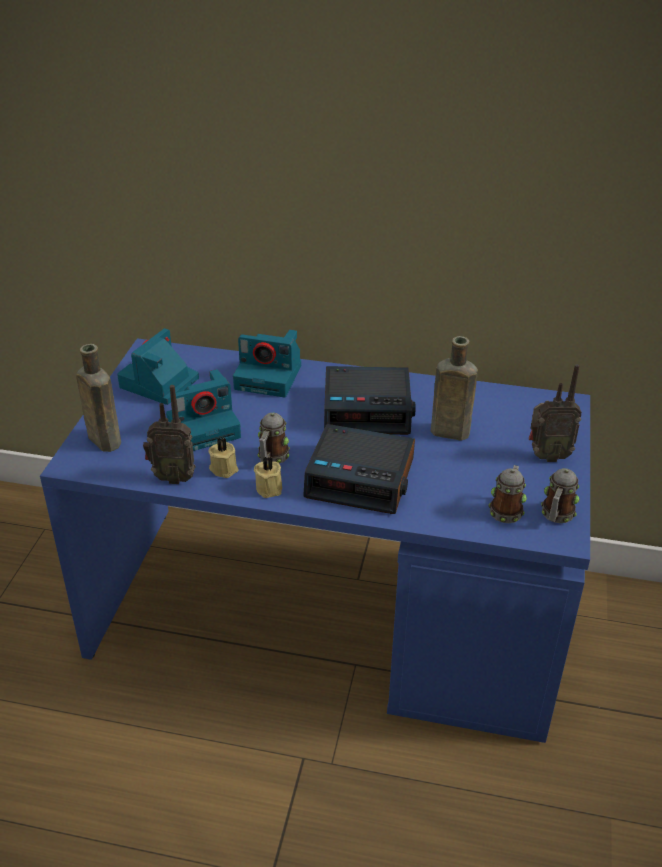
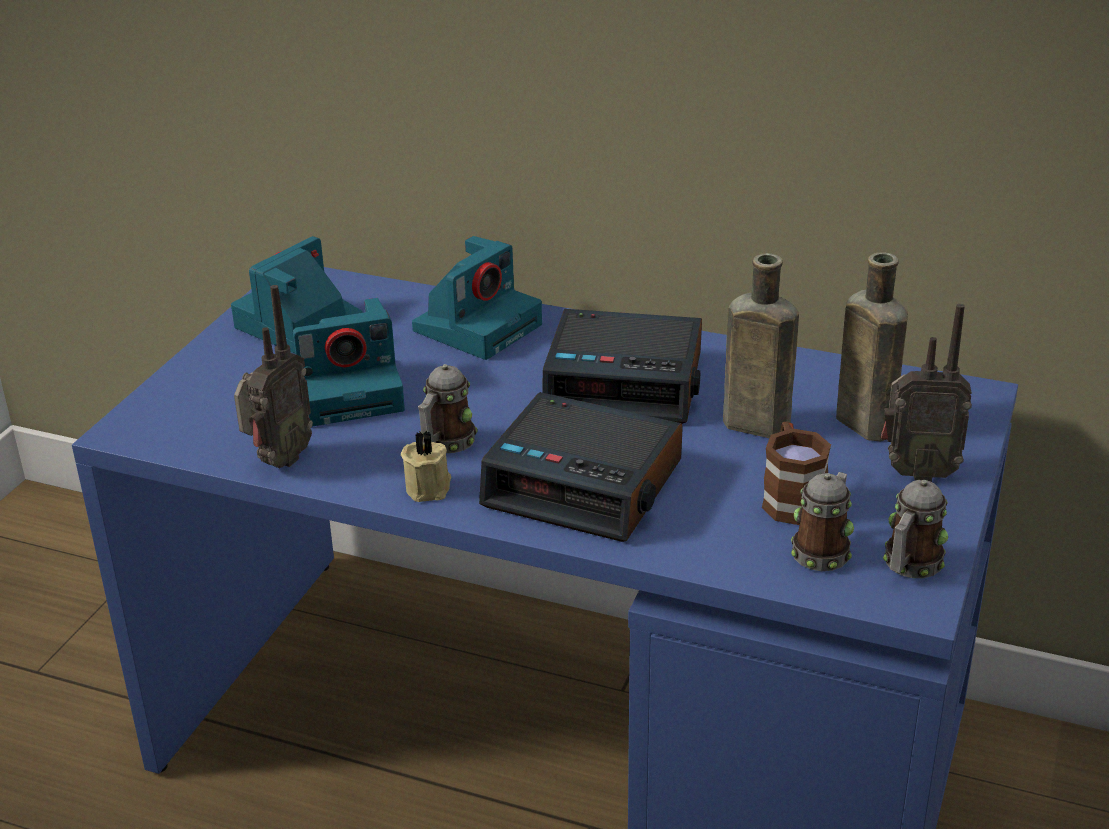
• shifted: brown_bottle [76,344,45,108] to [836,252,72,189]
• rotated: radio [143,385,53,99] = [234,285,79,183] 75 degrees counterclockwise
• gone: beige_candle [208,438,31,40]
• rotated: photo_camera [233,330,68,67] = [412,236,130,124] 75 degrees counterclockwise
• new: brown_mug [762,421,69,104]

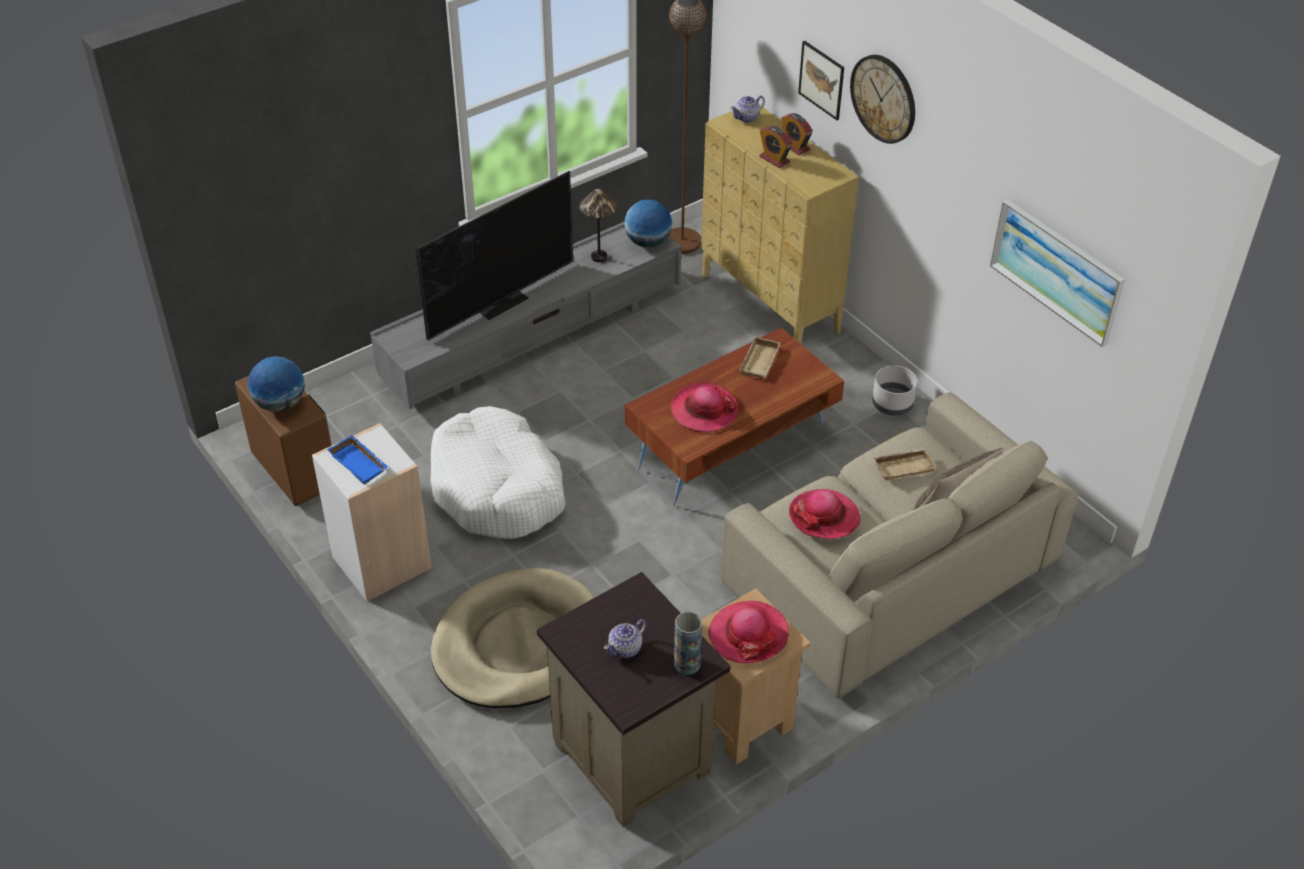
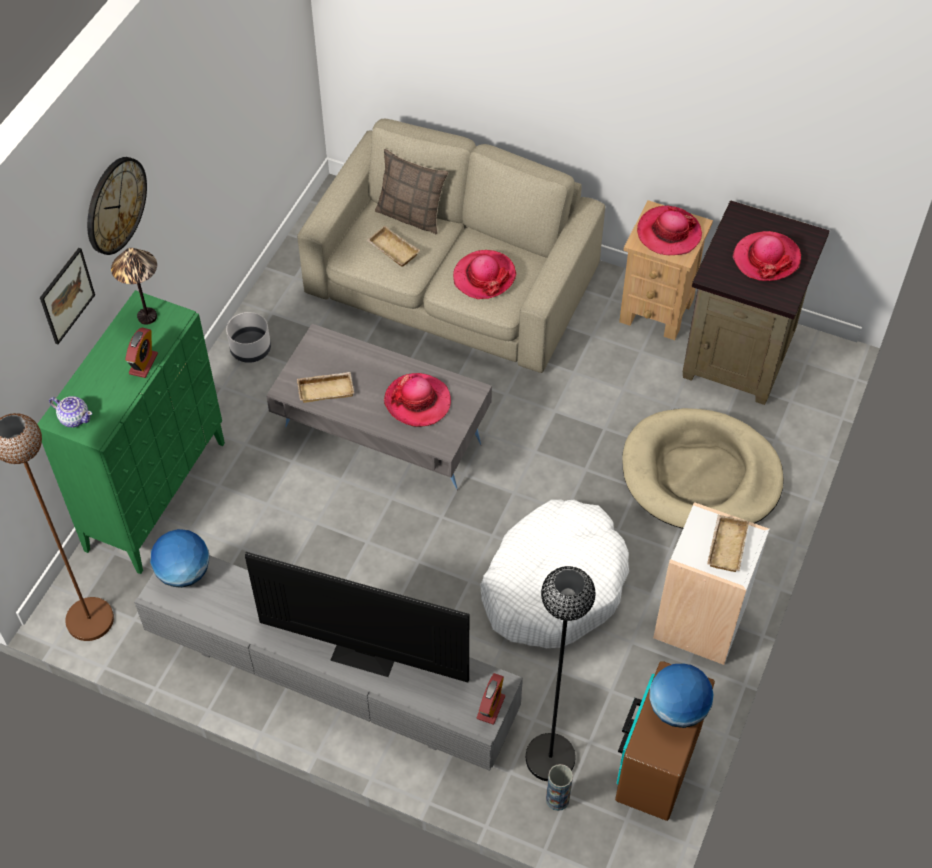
• repainted: blue_tray [327,435,61,50] to beige_tray [707,515,42,57]
• shifted: table_lamp [579,189,38,73] to [111,248,46,77]
• swapped: teapot [604,619,42,39] to hat [733,231,68,50]
• repainted: brown_coffee_table [625,328,219,179] to grey_coffee_table [266,324,226,167]
• shifted: vase [674,611,28,64] to [546,764,27,47]
• repainted: beige_dresser [701,105,158,239] to green_dresser [37,290,188,284]
• shifted: alarm_clock [782,113,31,42] to [477,673,28,52]
• gone: picture [990,199,135,148]
• new: black_floor_lamp [526,566,69,215]

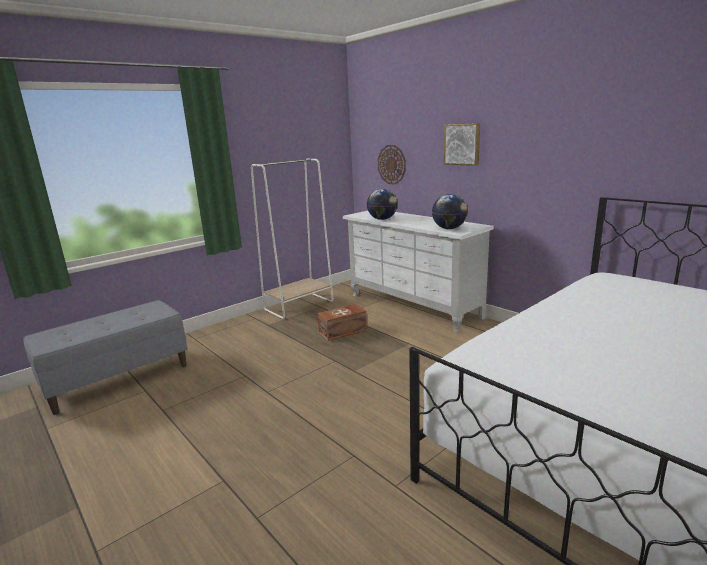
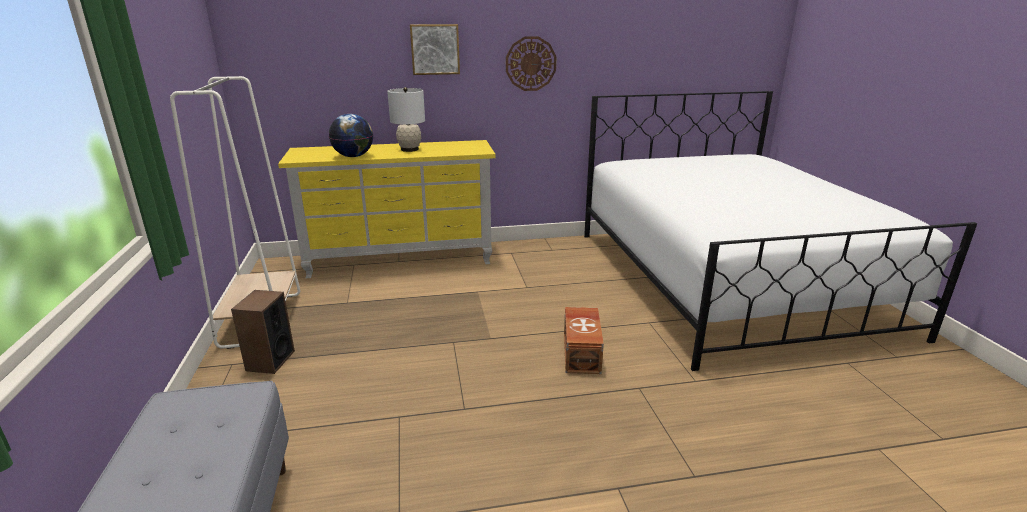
• shifted: brown_storage_box [317,304,50,37] to [564,307,40,67]
• repainted: white_dresser [343,211,151,121] to yellow_dresser [278,140,218,139]
• shifted: wall_clock [378,145,28,40] to [506,36,51,55]
• gone: globe [432,194,35,35]
• new: speaker [231,290,64,84]
• new: white_table_lamp [387,87,38,65]

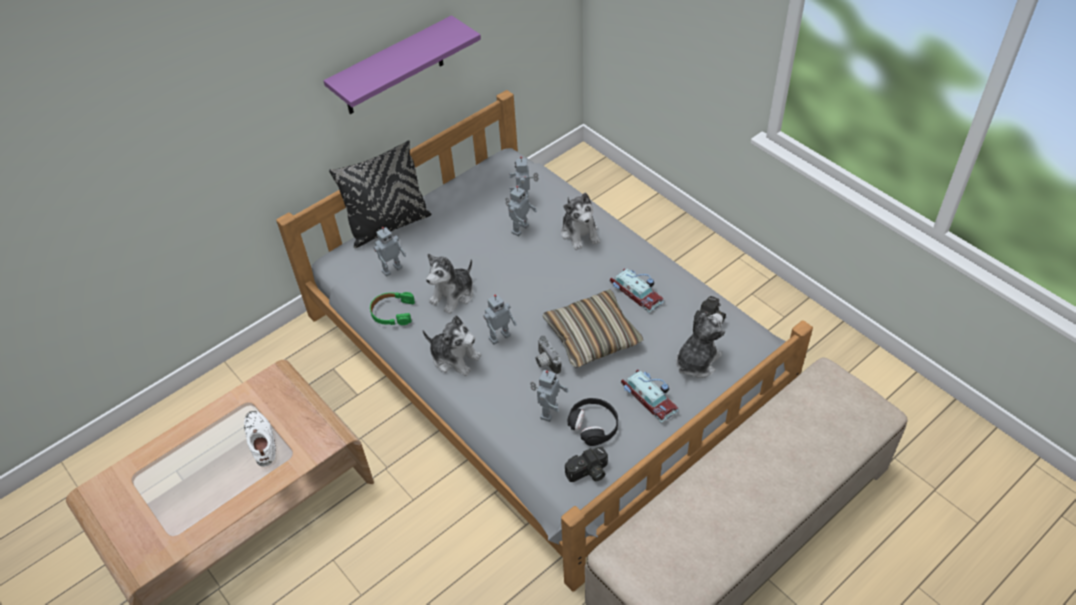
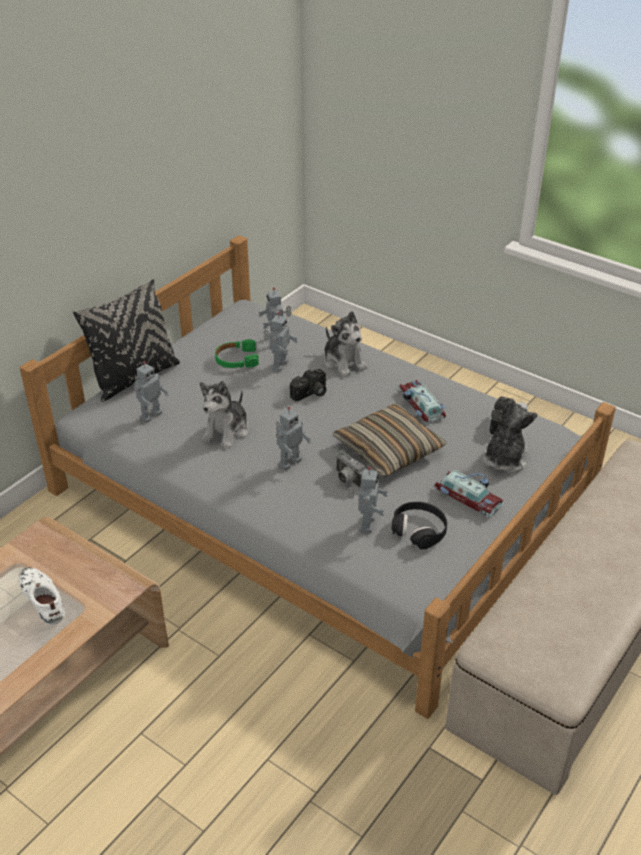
• gone: purple_shelf [323,15,158,99]
• shifted: green_headphones [370,292,45,33] to [215,339,44,29]
• gone: plush_toy [423,315,58,61]
• shifted: photo_camera [565,447,43,35] to [290,369,37,32]
• rotated: toy_car [609,268,55,45] = [399,380,47,44] 150 degrees counterclockwise

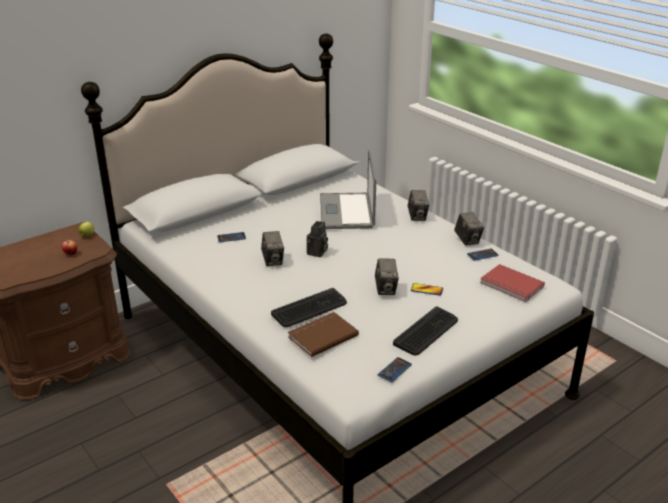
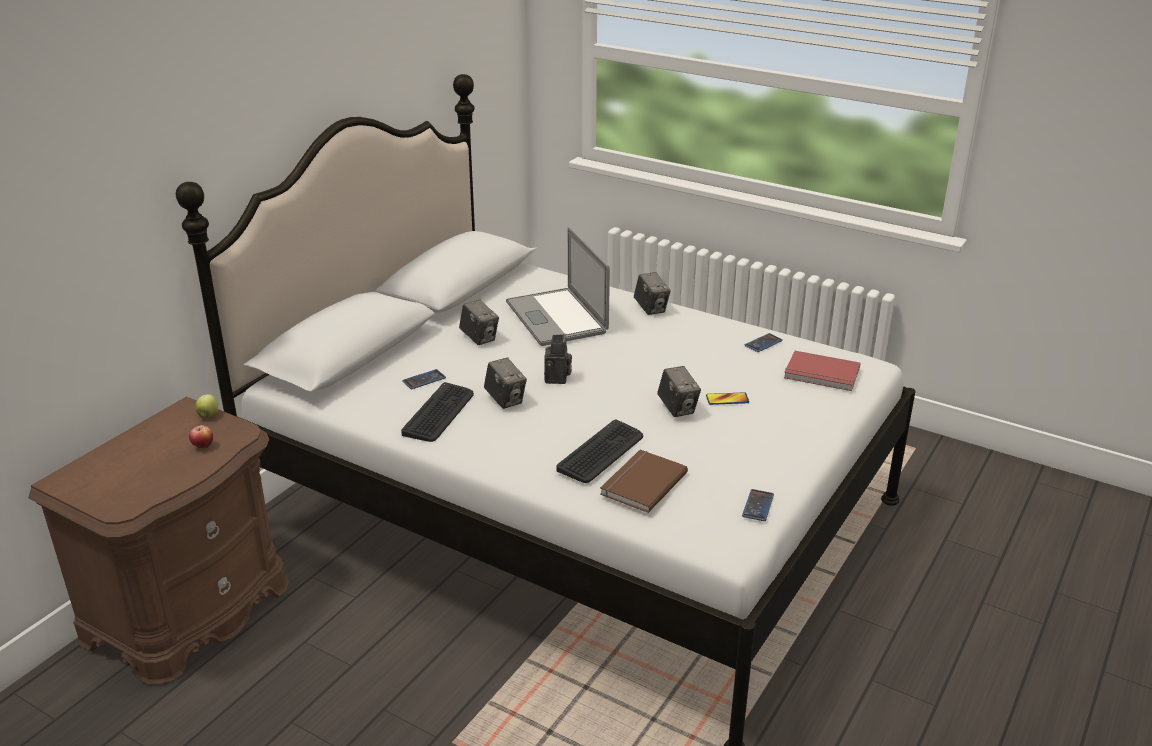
• shifted: keyboard [393,306,65,50] to [401,382,73,60]
• shifted: photo_camera [454,212,30,34] to [459,300,40,45]

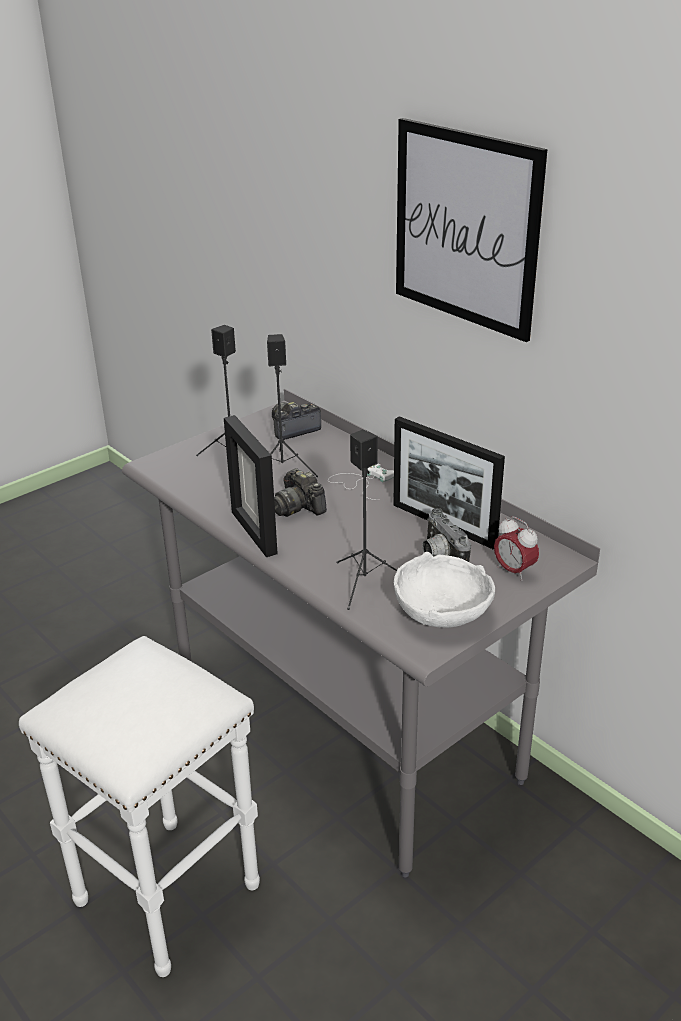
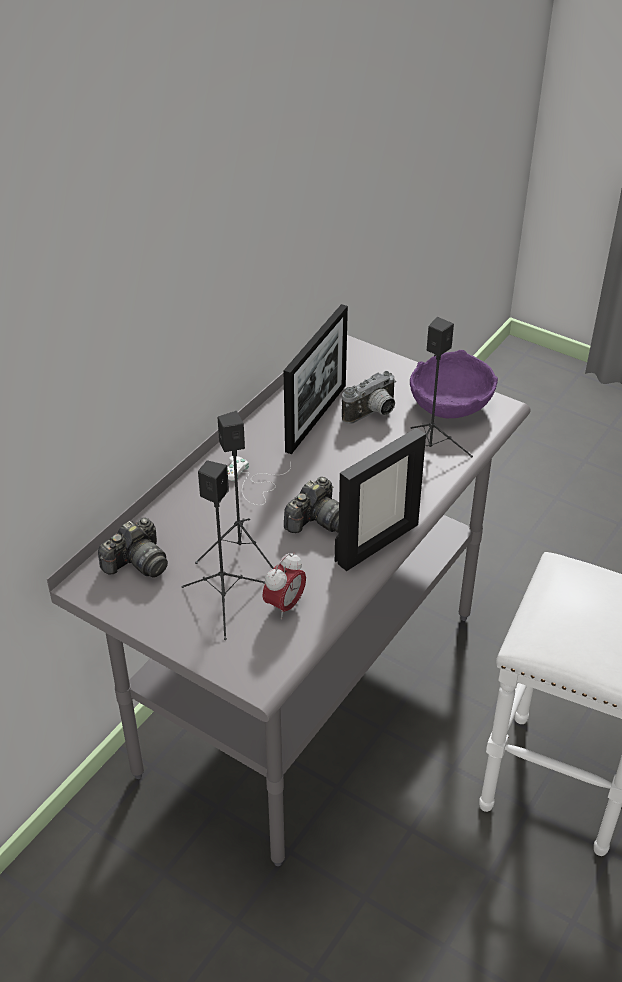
• rotated: photo_camera [272,402,49,38] = [98,518,70,60] 90 degrees counterclockwise
• repainted: white_bowl [394,552,101,76] to purple_bowl [410,350,88,68]
• gone: picture [396,118,151,224]
• shifted: alarm_clock [494,516,45,65] to [262,552,44,67]

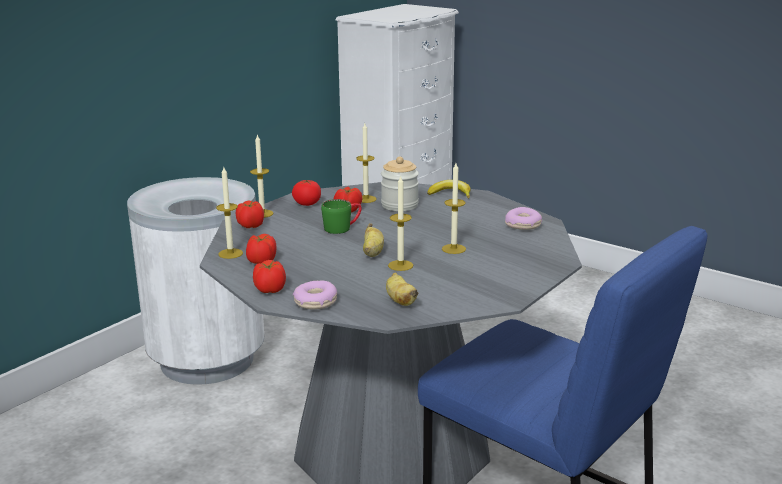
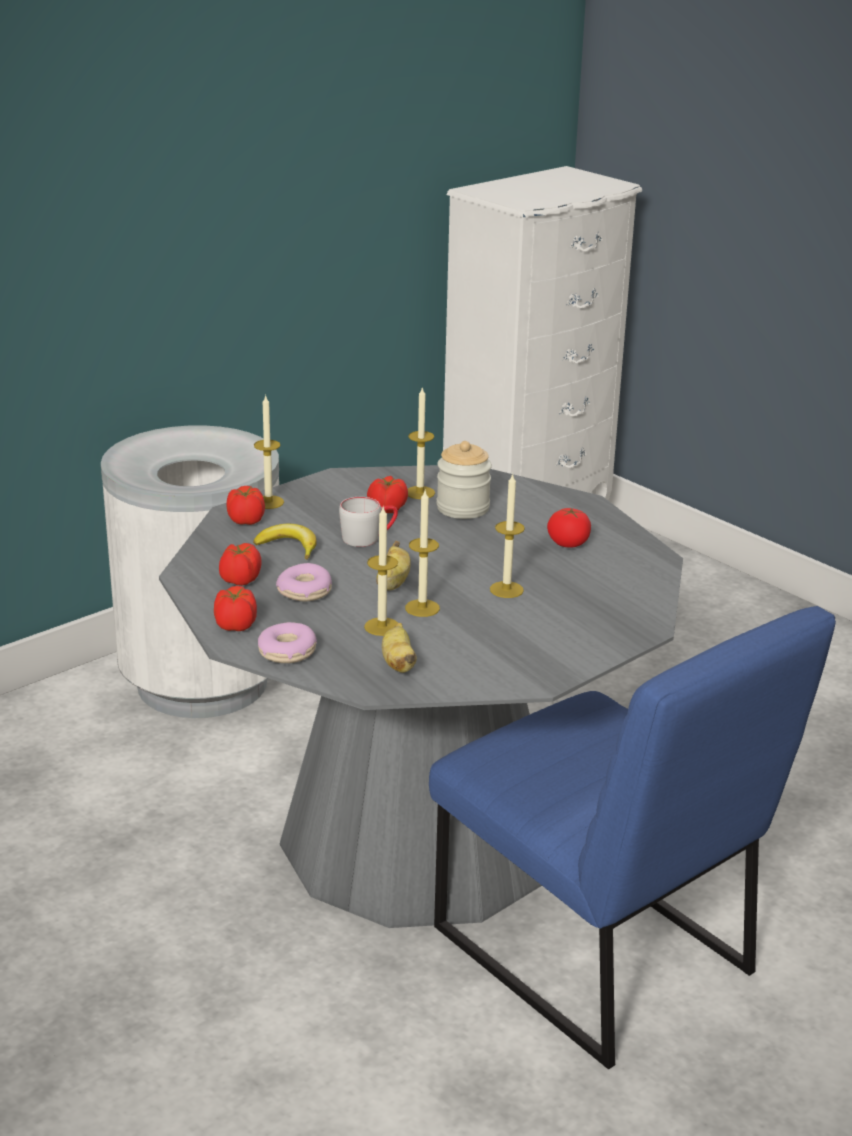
• shifted: candle [216,167,27,92] to [364,507,34,129]
• shifted: tomato [292,180,29,26] to [547,508,44,40]
• repainted: green_mug [321,199,41,35] to grey_mug [339,497,59,50]
• shifted: banana [427,180,43,18] to [254,524,63,36]
• shifted: donut [505,207,37,23] to [276,563,56,38]

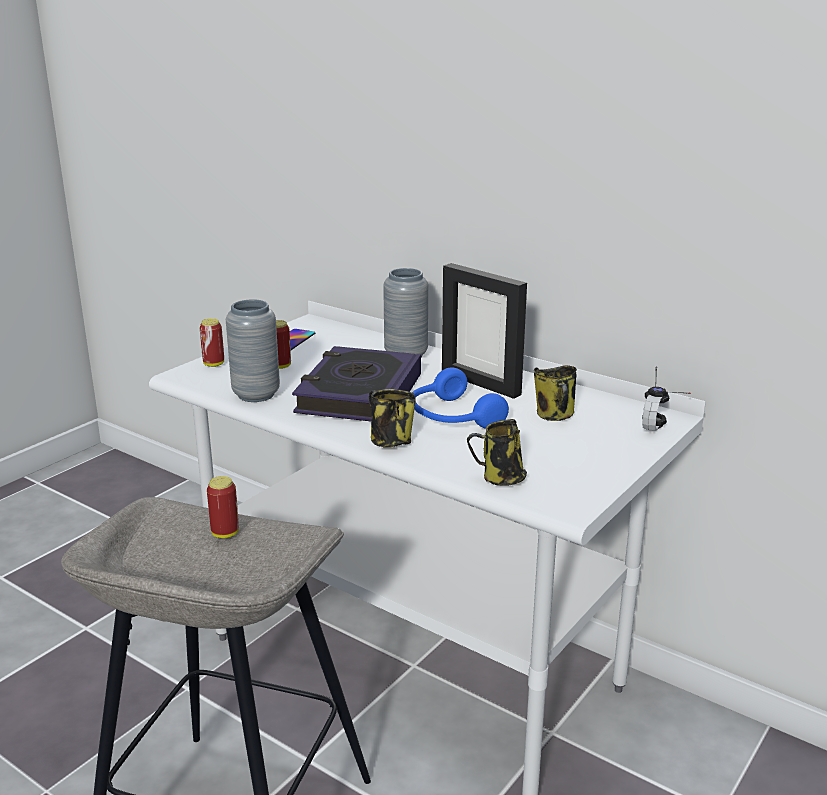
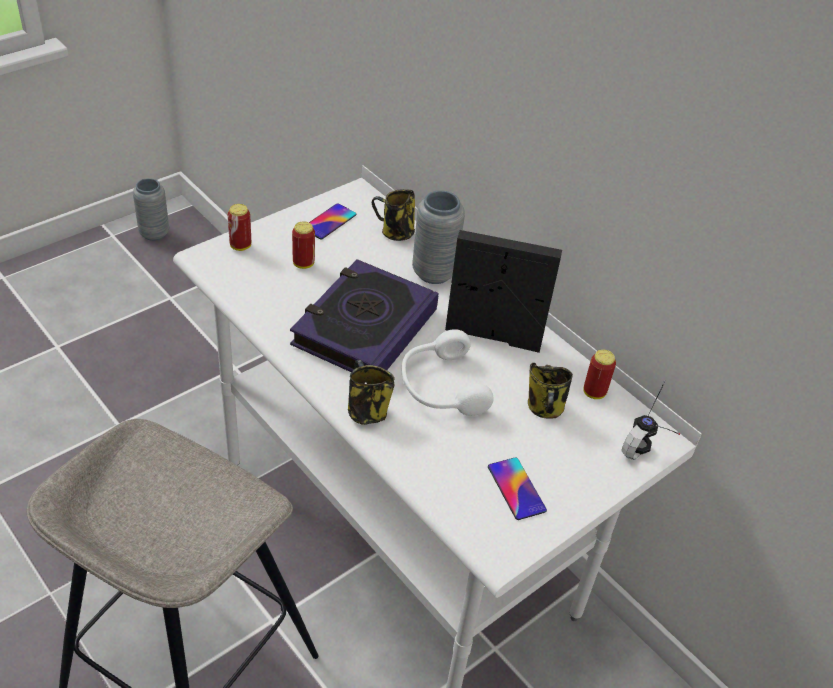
• shifted: can [207,476,32,62] to [583,350,33,49]
• shifted: grey_vase [226,299,54,103] to [133,178,36,63]
• repainted: blue_headphones [412,368,97,61] to white_headphones [402,329,92,87]
• rotated: picture_frame [442,263,85,136] = [445,230,117,123] 135 degrees clockwise
• shifted: mug [467,419,60,67] to [372,189,43,52]
• new: phone [488,457,59,63]

